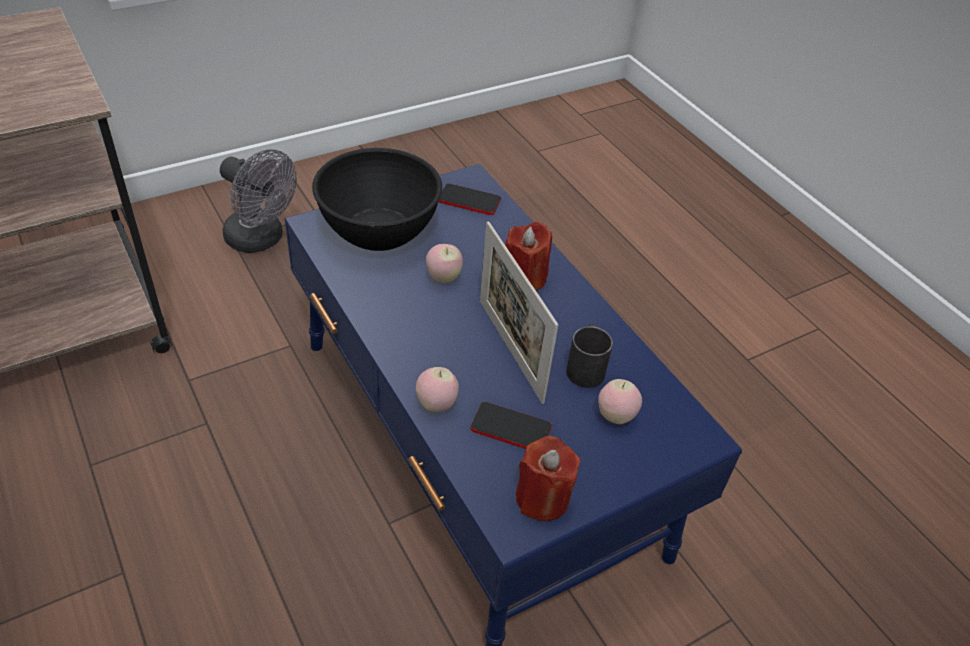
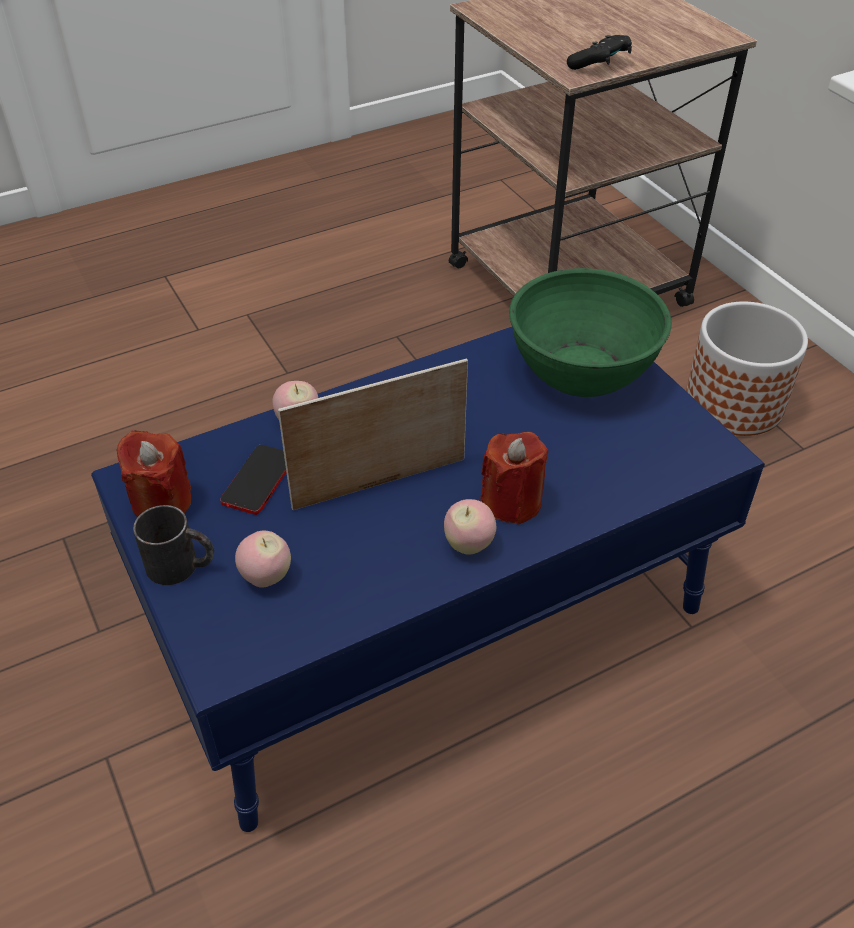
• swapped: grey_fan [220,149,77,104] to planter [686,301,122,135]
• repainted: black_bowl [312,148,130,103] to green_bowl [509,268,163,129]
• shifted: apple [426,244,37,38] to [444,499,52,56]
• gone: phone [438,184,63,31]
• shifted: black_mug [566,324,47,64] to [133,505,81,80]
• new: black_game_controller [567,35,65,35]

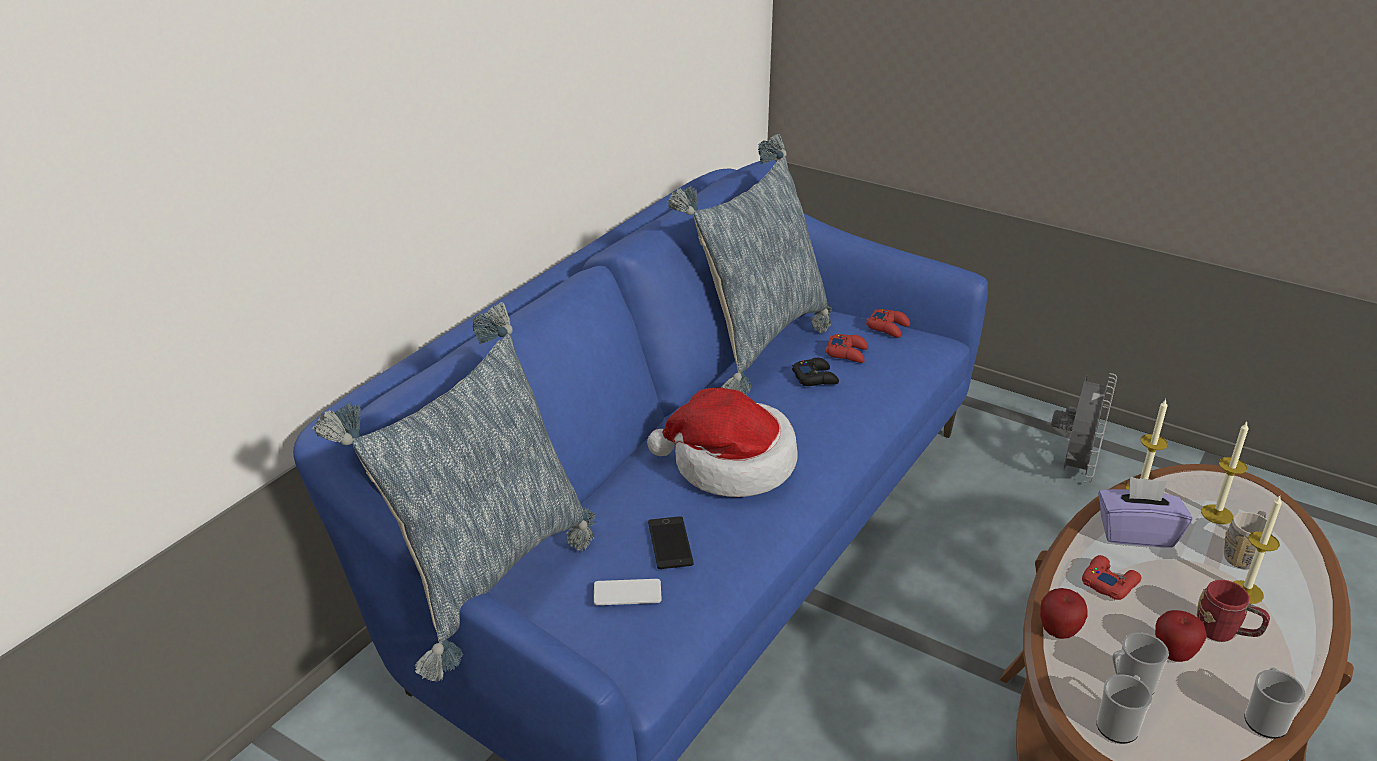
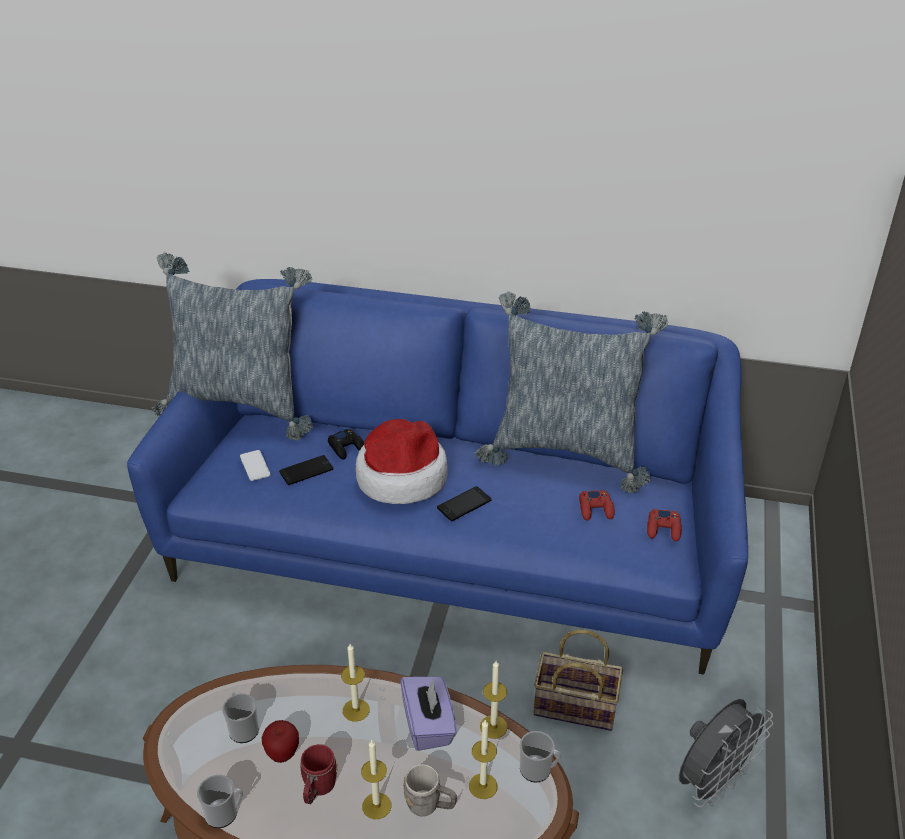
• shifted: black_game_controller [792,358,47,28] to [328,429,36,30]
• gone: apple [1040,588,47,51]
• rotated: grey_fan [1051,373,66,110] = [679,699,94,108] 45 degrees counterclockwise
• swapped: red_game_controller [1082,555,60,45] to candle [341,644,29,78]
• shifted: mug [1096,674,56,70] to [520,731,42,51]
• new: phone [437,486,55,35]
• new: basket [534,630,89,101]

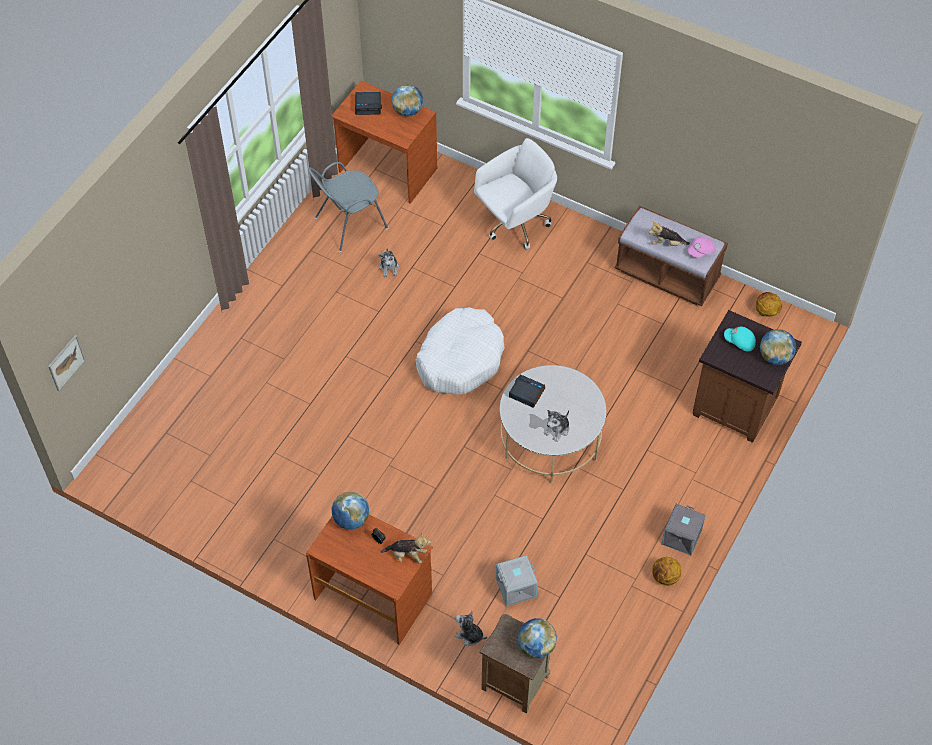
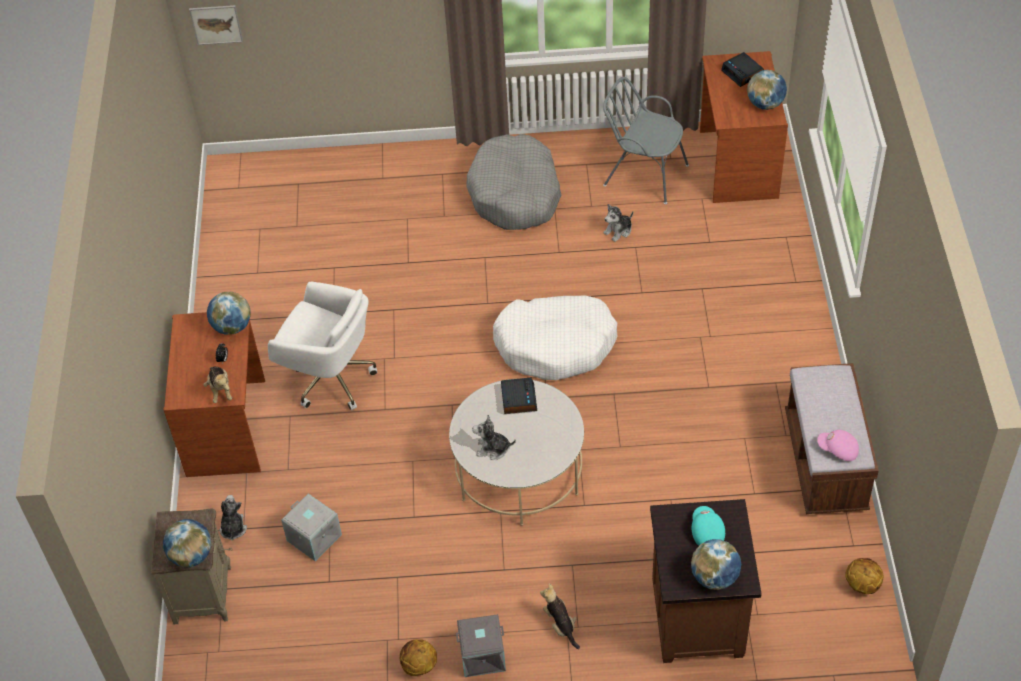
• shifted: white_office_chair [474,138,83,111] to [268,282,109,128]
• shifted: plush_toy [649,222,41,24] to [540,583,40,66]
• new: grey_dog_bed [466,134,95,96]

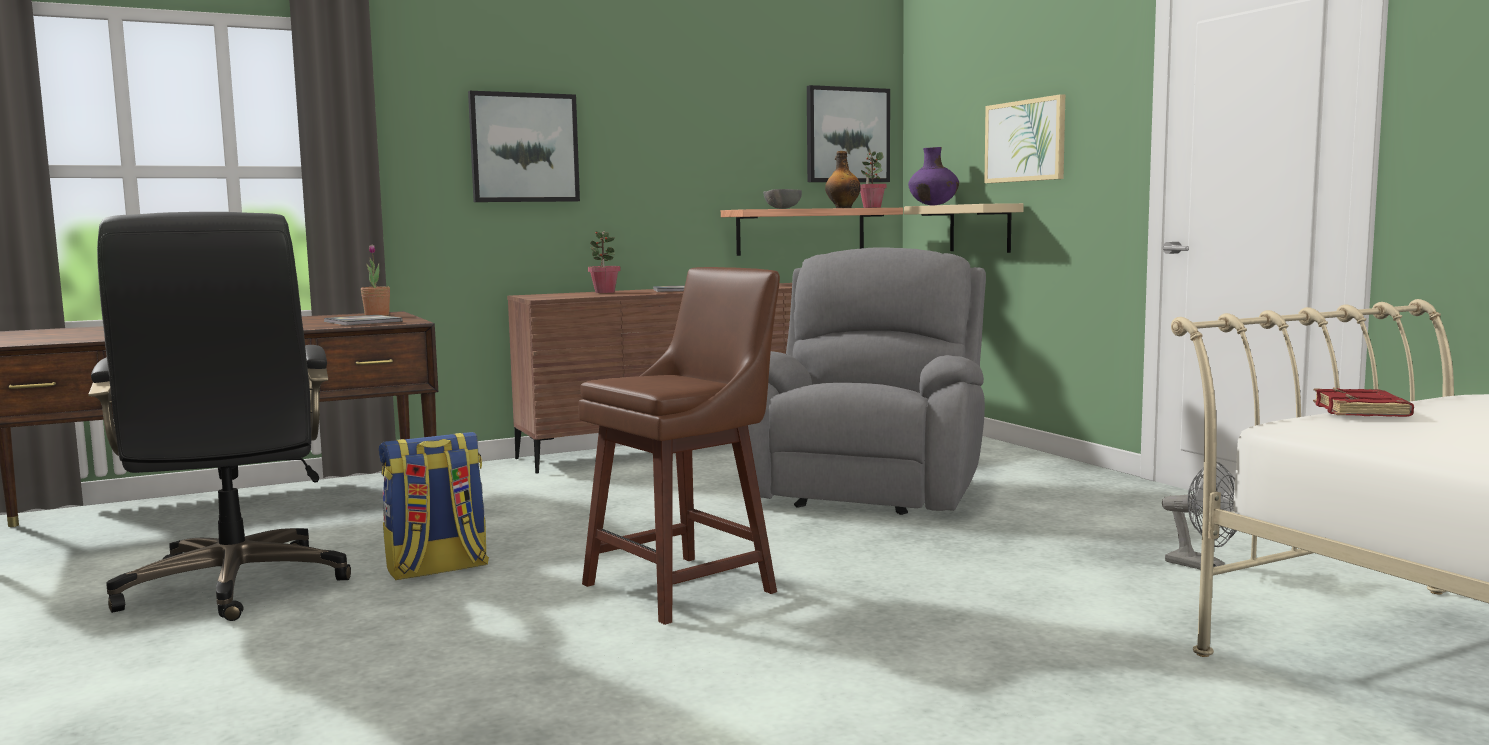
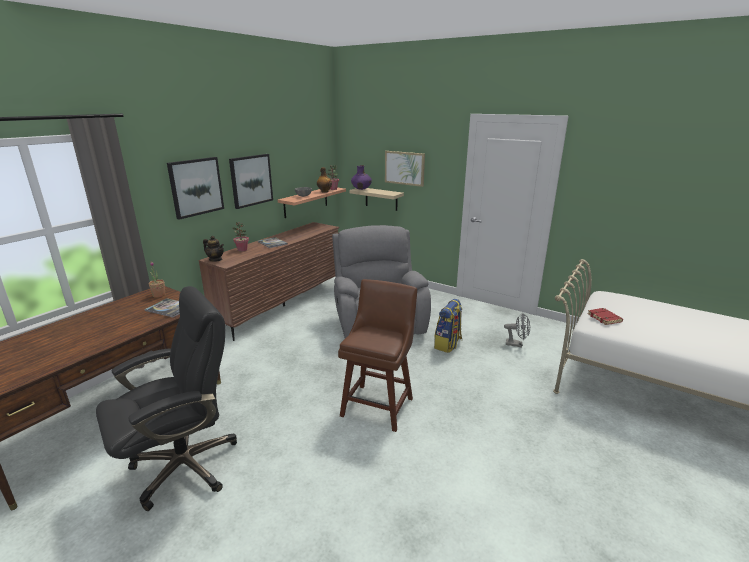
• rotated: black_office_chair [88,212,263,409] = [96,286,141,225] 75 degrees counterclockwise
• shifted: backpack [379,432,110,148] to [434,299,28,54]
• shifted: picture [807,85,83,97] to [229,154,44,55]
• new: teapot [203,236,21,26]

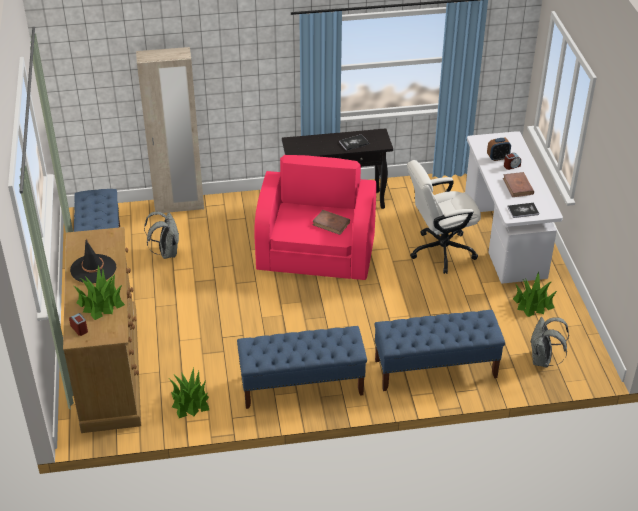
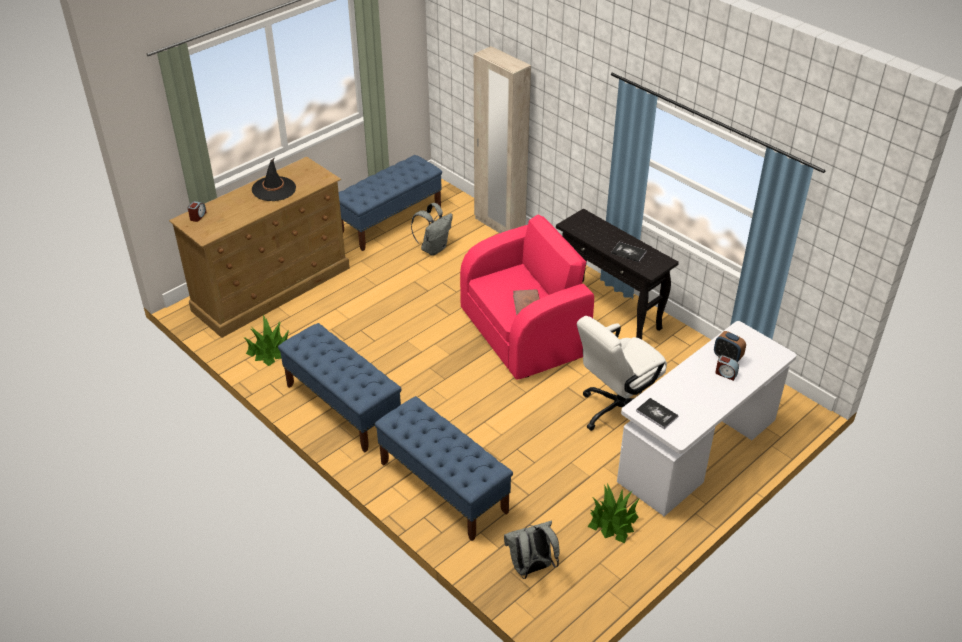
• gone: potted_plant [74,265,51,55]
• rotated: white_office_chair [407,160,74,114] = [577,316,90,115] 75 degrees counterclockwise
• gone: brown_book [503,172,31,25]

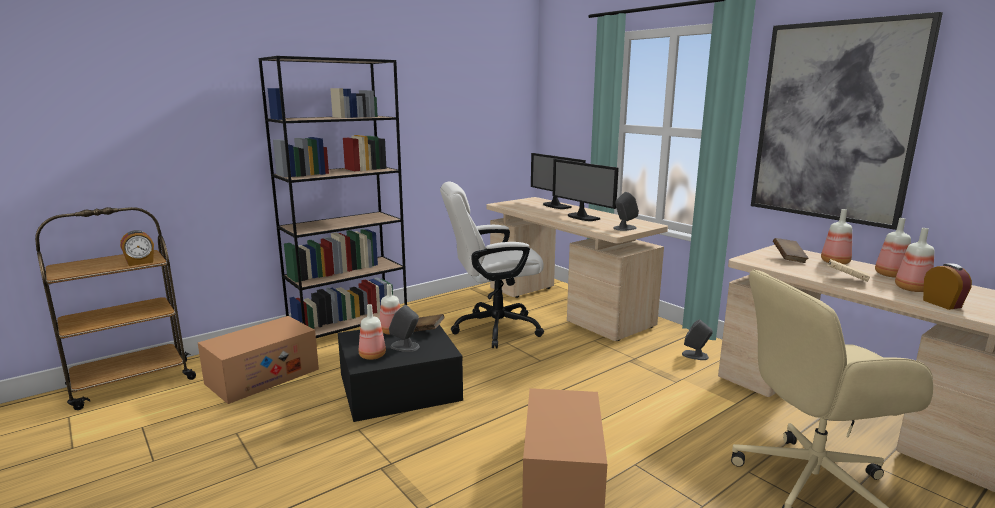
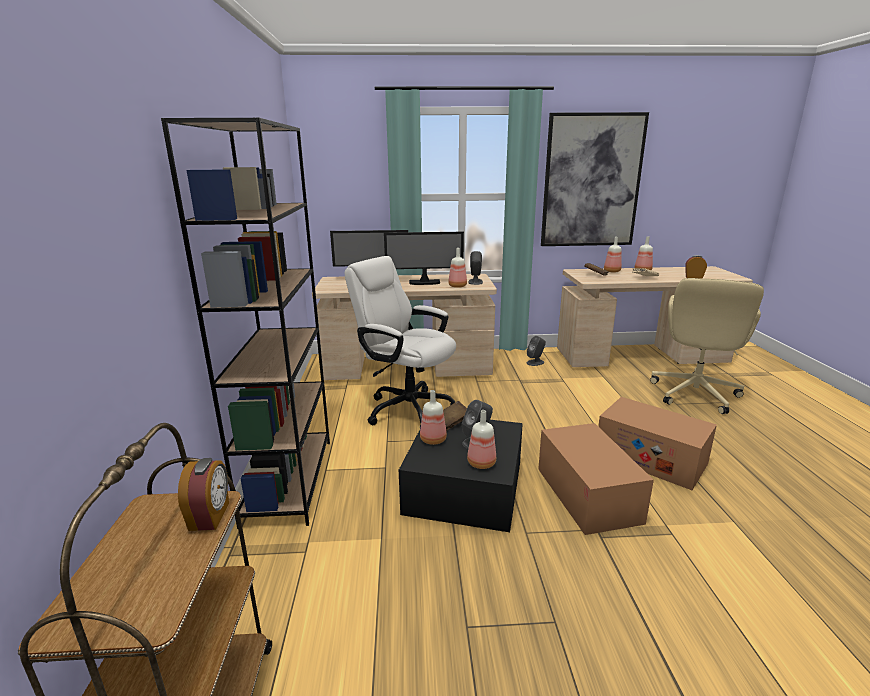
• shifted: cardboard_box [198,316,121,88] to [538,423,116,112]
• rotated: white_office_chair [440,182,104,166] = [345,256,111,172] 105 degrees clockwise
• shifted: bottle [895,228,39,64] to [448,248,19,40]

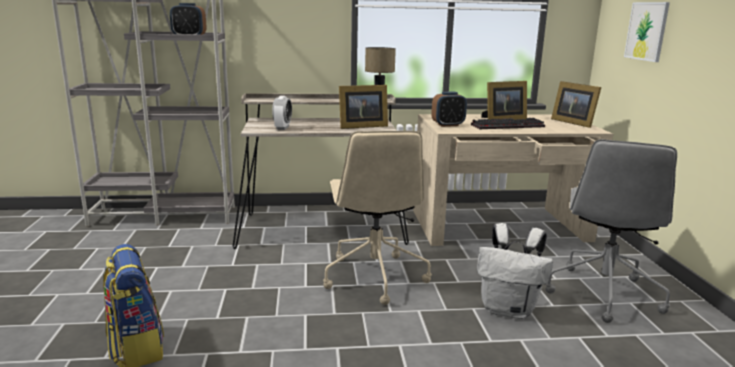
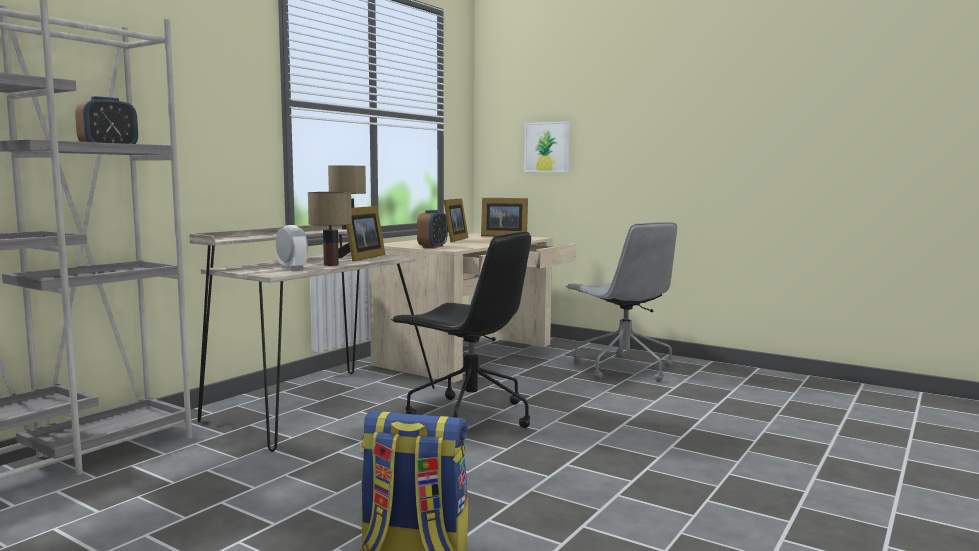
• repainted: beige_office_chair [323,131,109,174] to black_office_chair [390,232,141,196]
• gone: keyboard [471,118,74,11]
• gone: white_backpack [477,223,76,96]
• new: table_lamp [308,192,44,74]

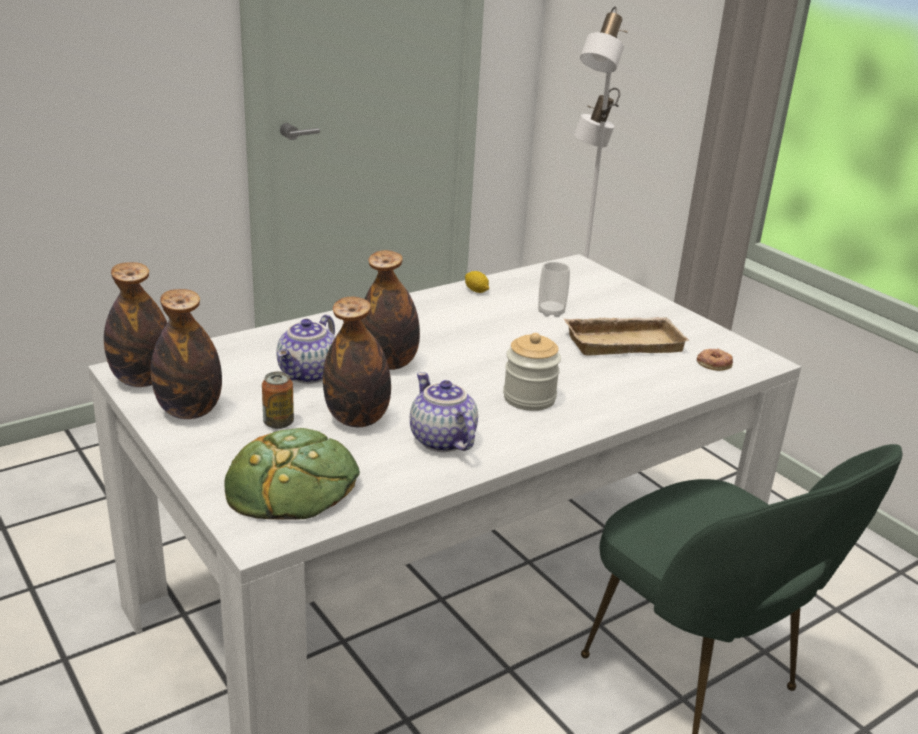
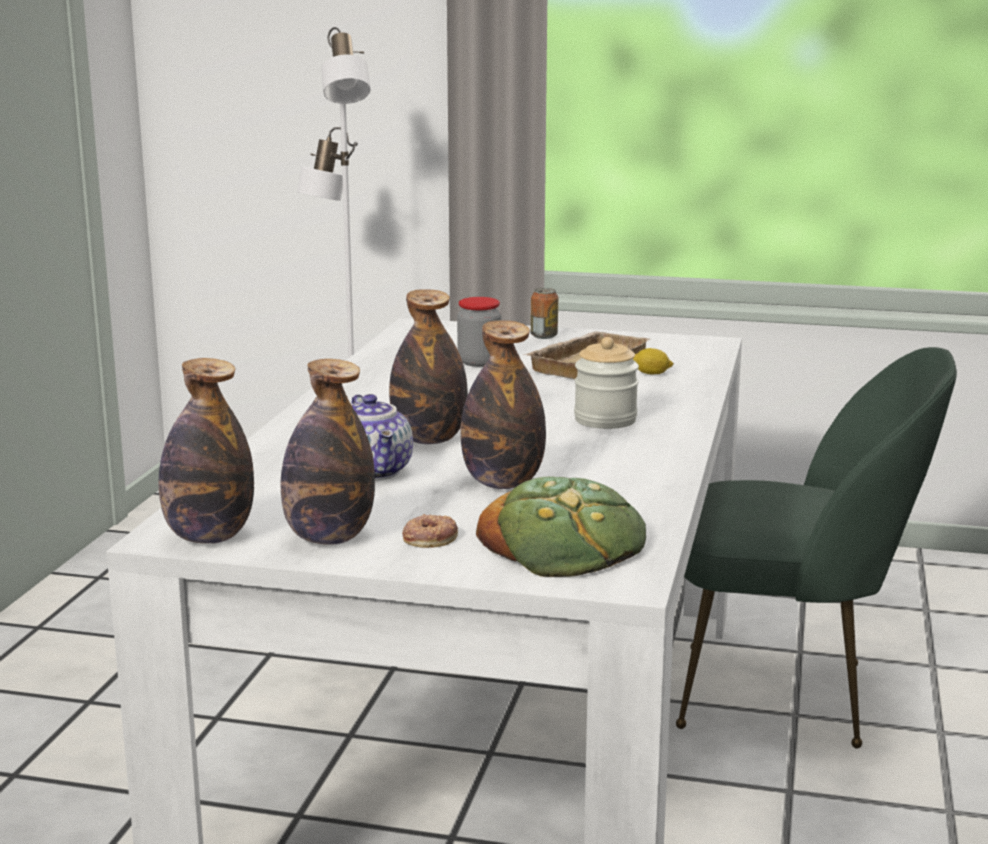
• shifted: can [262,371,32,58] to [531,288,27,51]
• gone: teapot [410,372,68,80]
• shifted: lemon [465,271,24,22] to [633,348,41,26]
• swapped: cup [538,262,32,55] to jar [457,297,44,70]
• shifted: donut [697,349,36,22] to [402,514,56,34]

